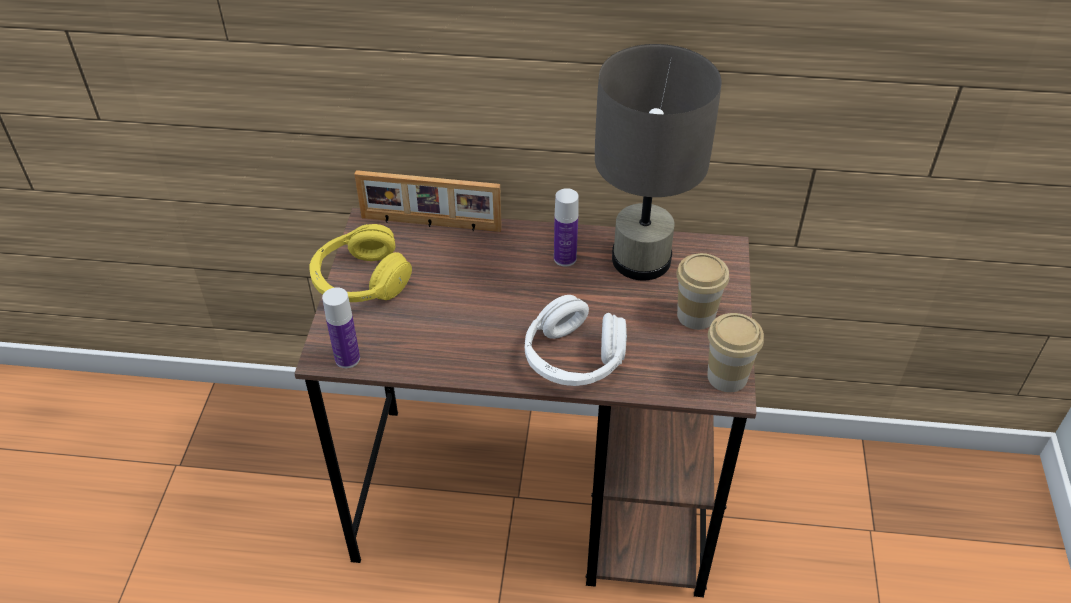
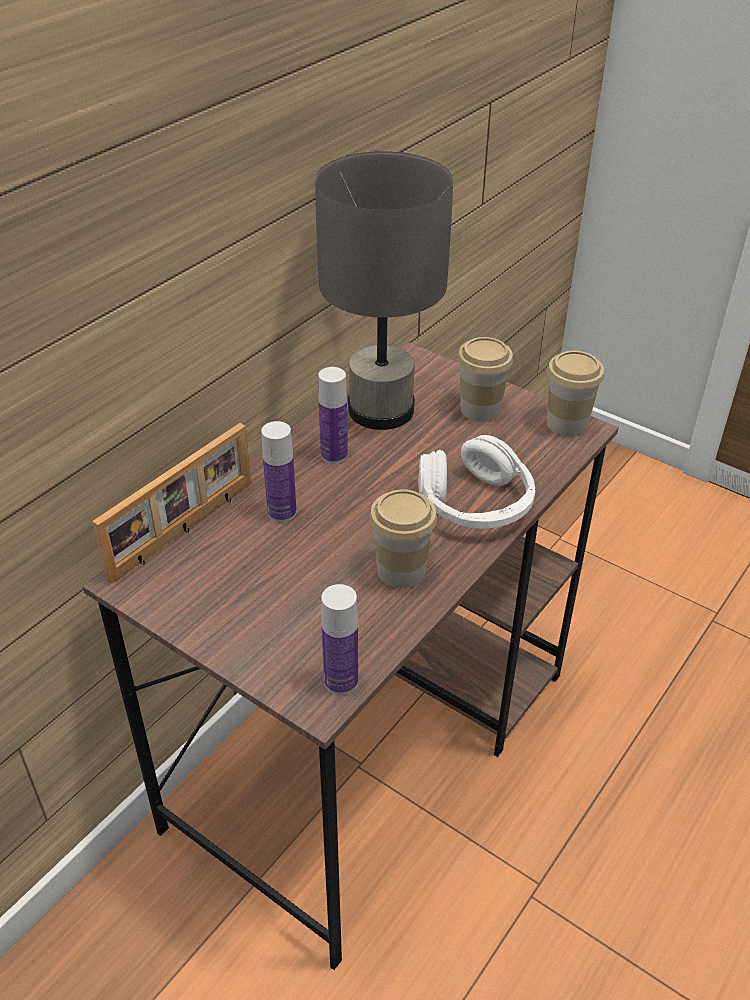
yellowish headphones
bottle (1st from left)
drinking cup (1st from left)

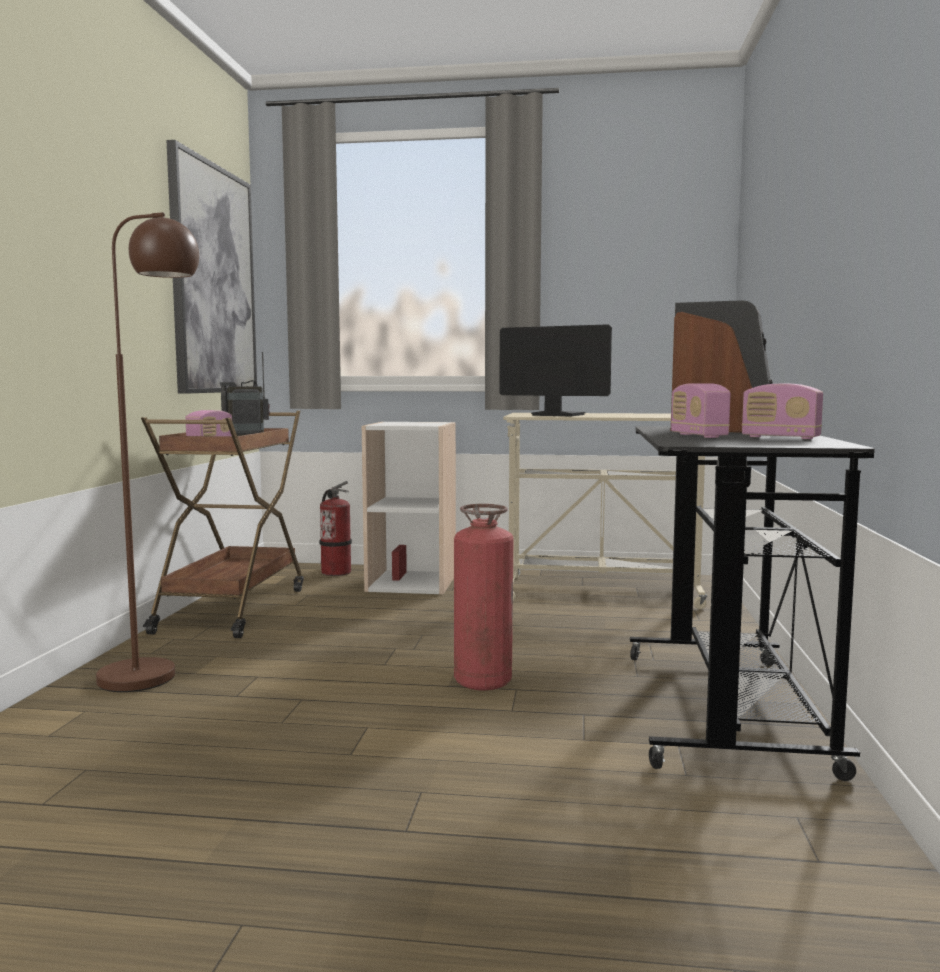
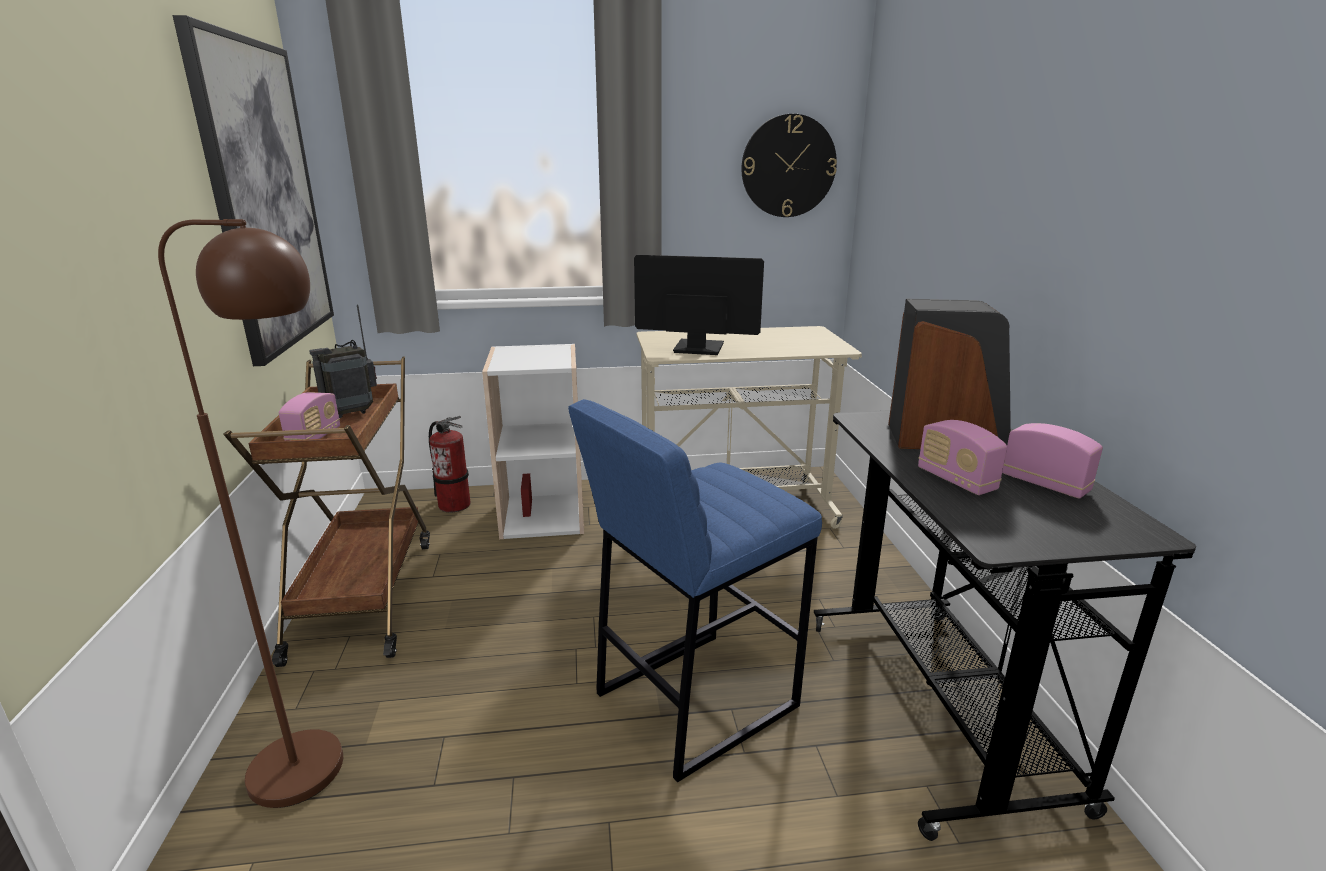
wall clock
blue-coloured sitting stool
radio receiver (4th from left)

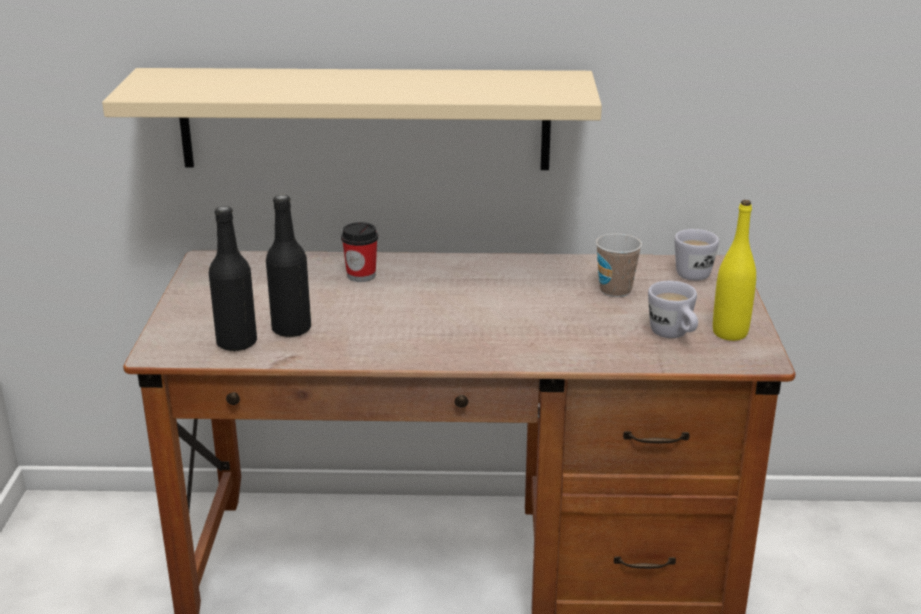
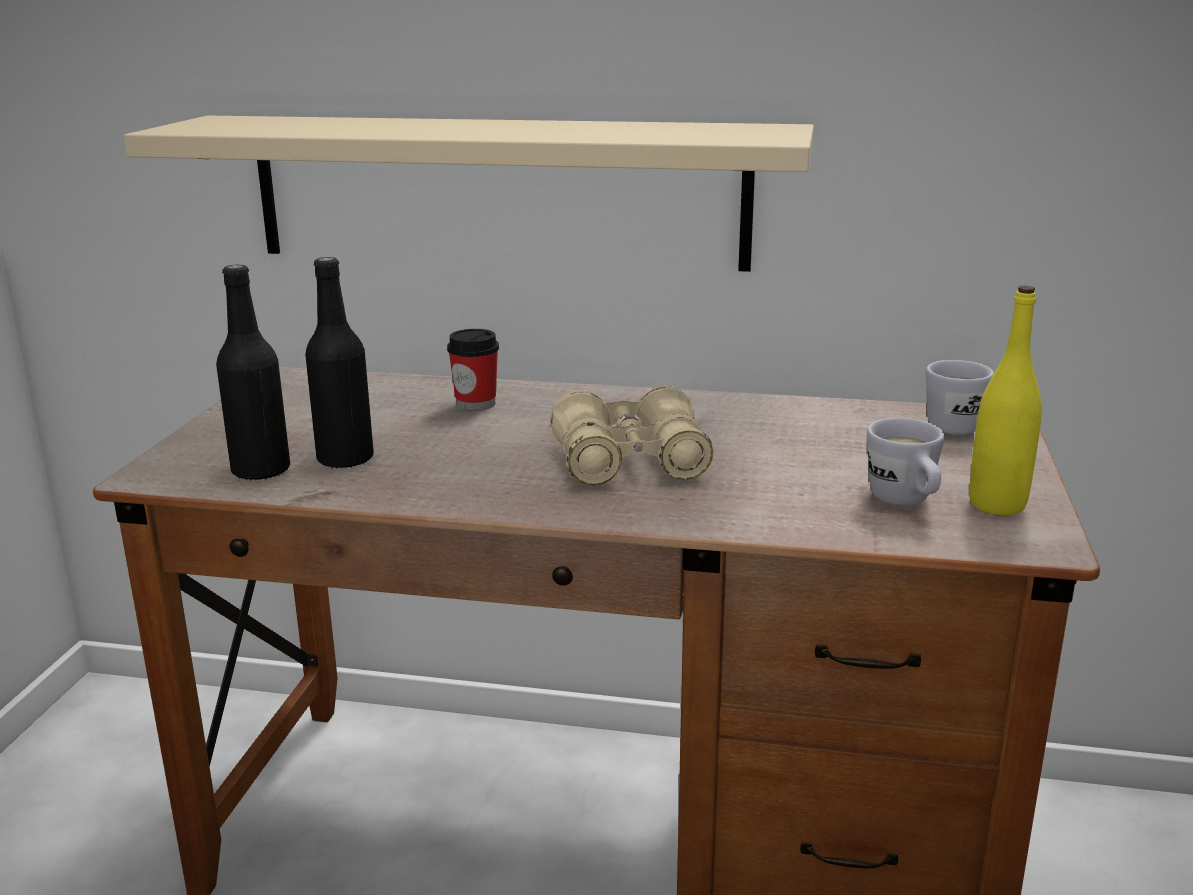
drinking cup (2nd from left in the first image)
beige-coloured field glasses

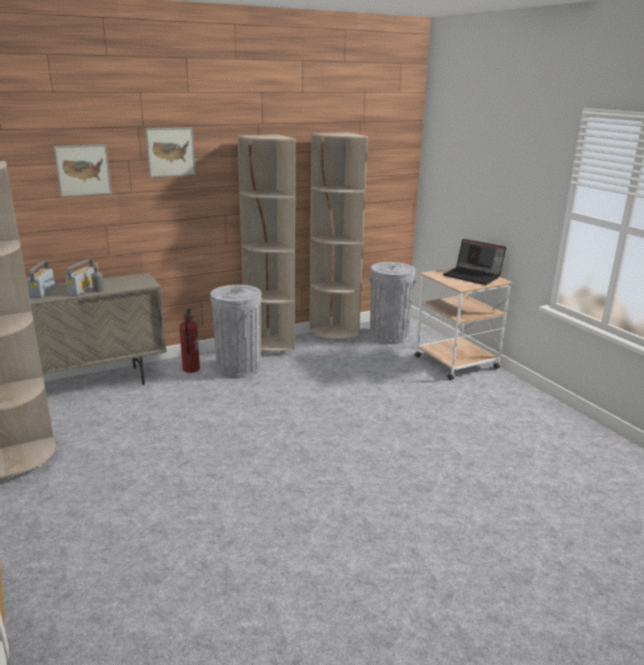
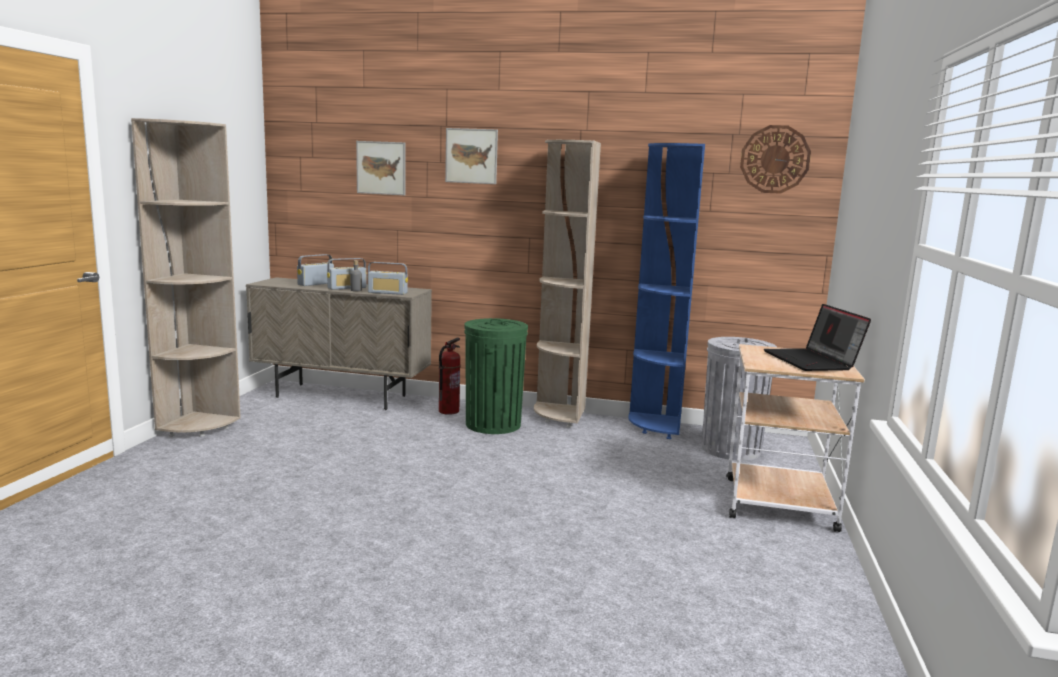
radio receiver (3rd from left)
wall clock
greenish rubbish bin
blue-coloured bookcase

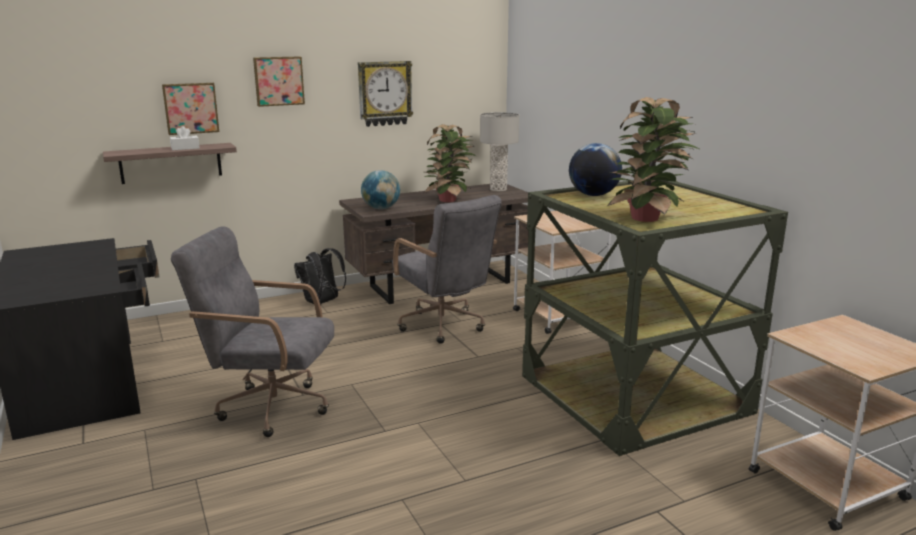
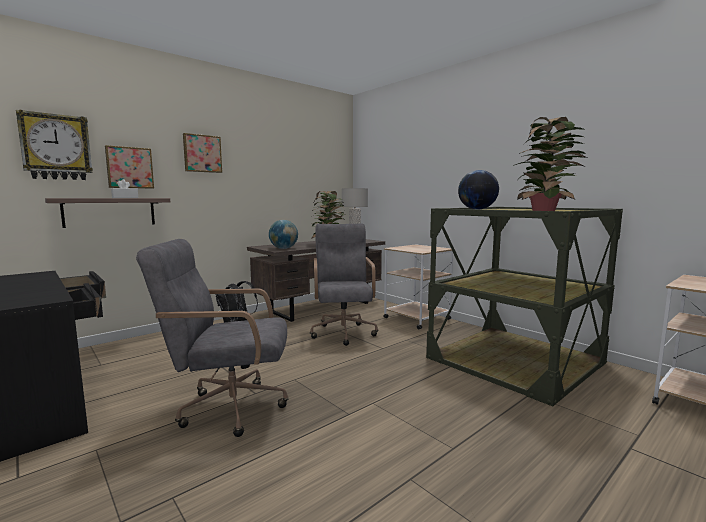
wall clock
gray office chair (2nd from left)

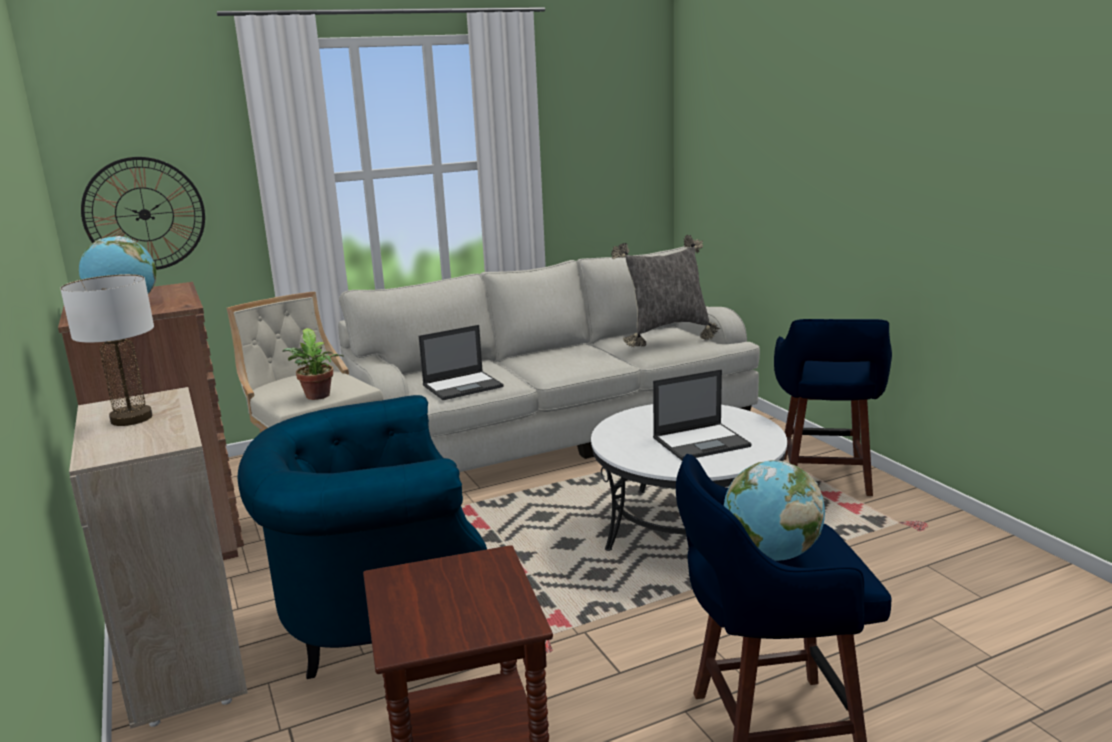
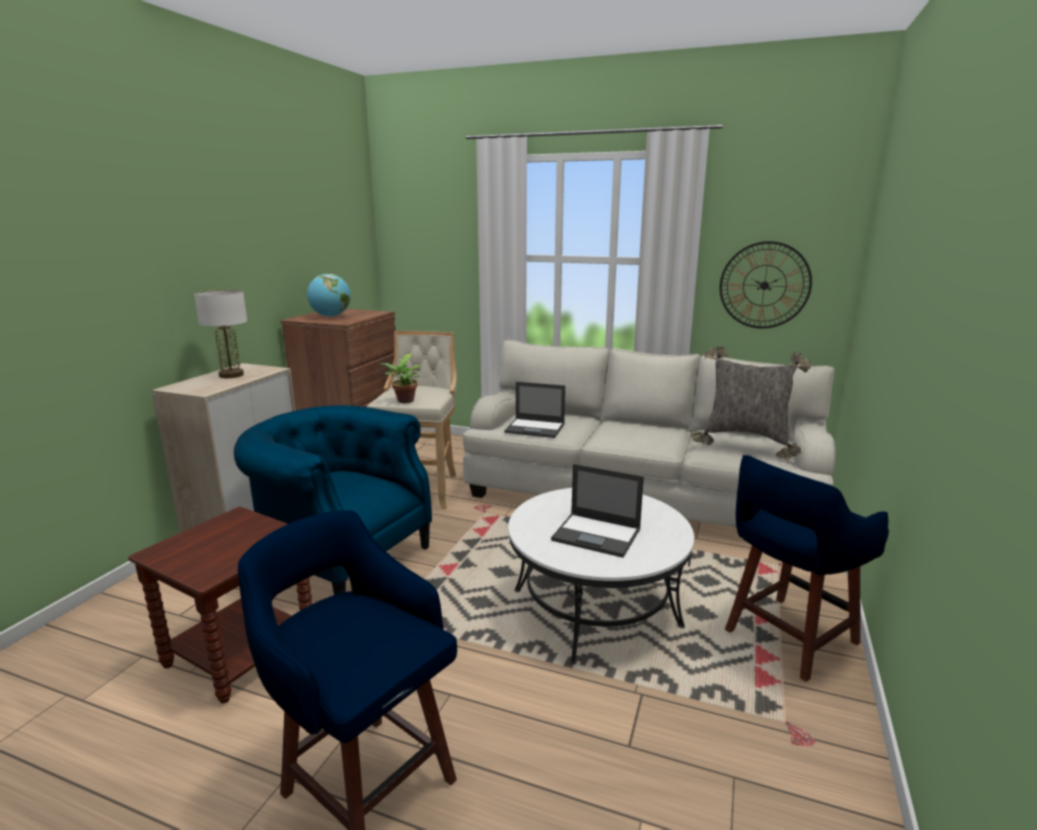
globe (2nd from left in the first image)
wall clock

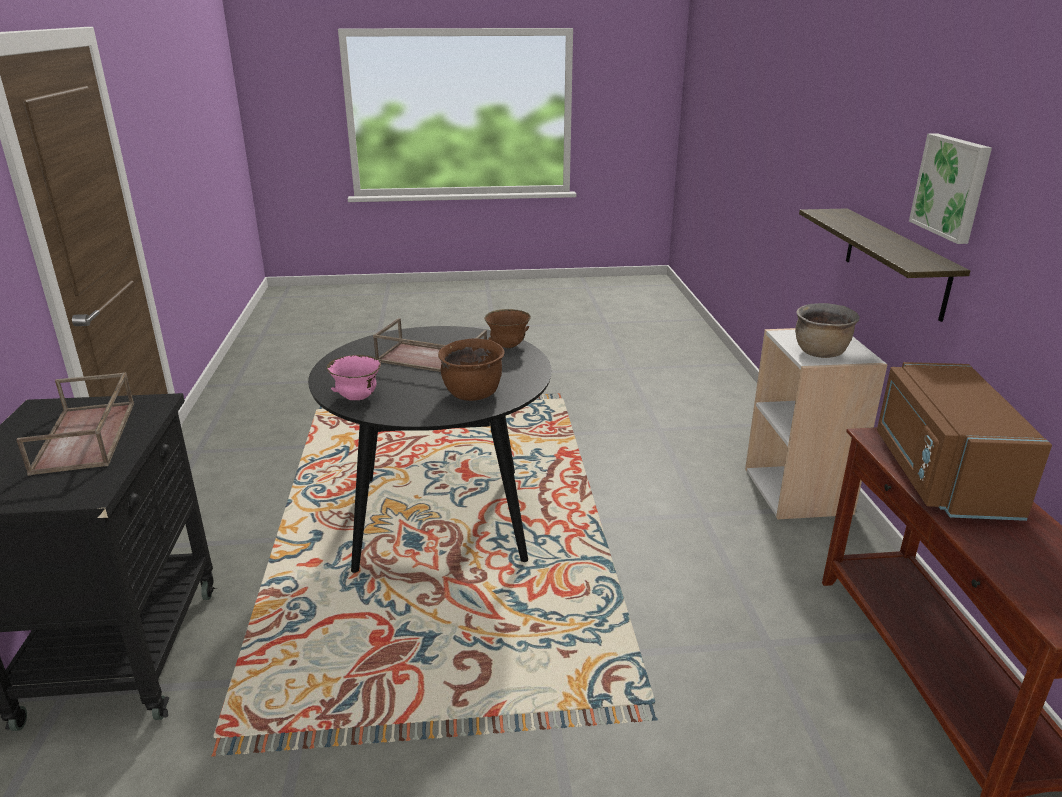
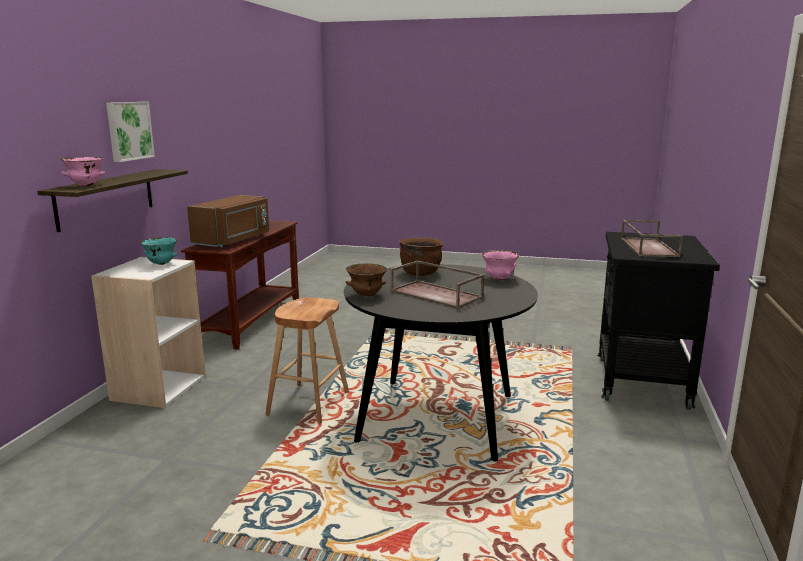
pinkish serving bowl (1st from left)
brownish sitting stool
turquoise-coloured serving bowl

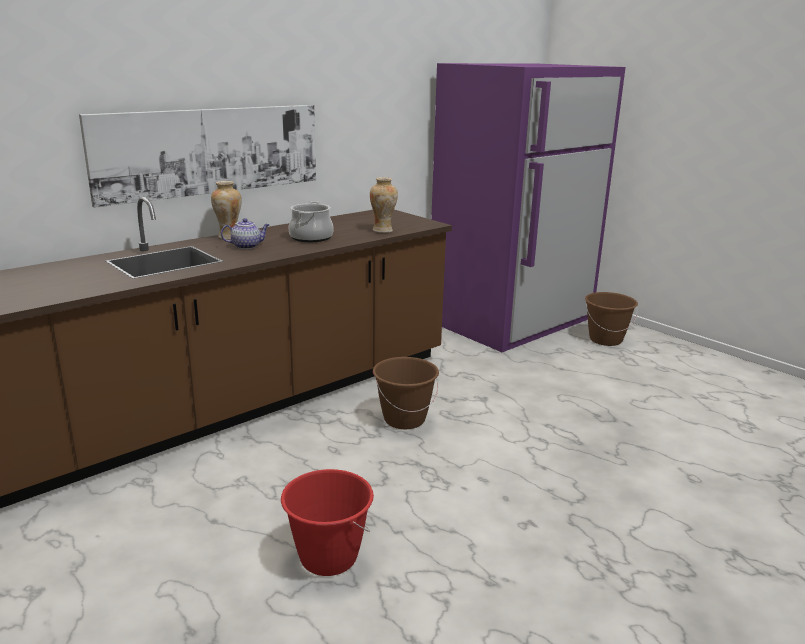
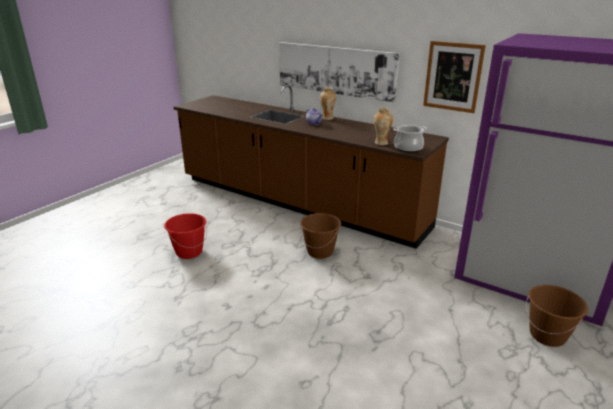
wall art (2nd from left)
saucepot

